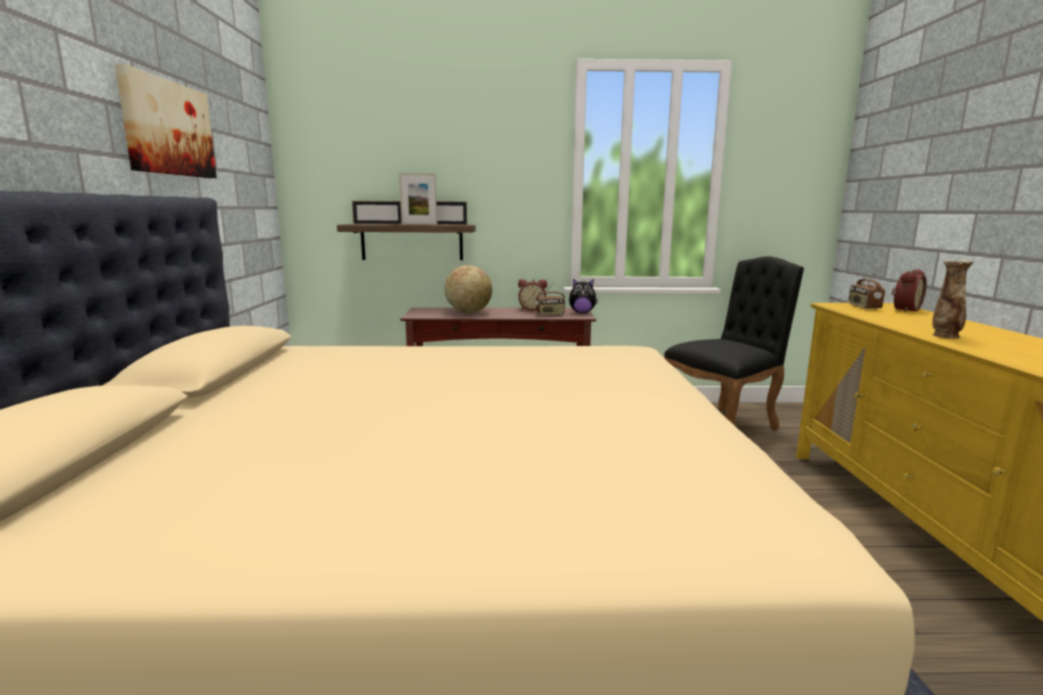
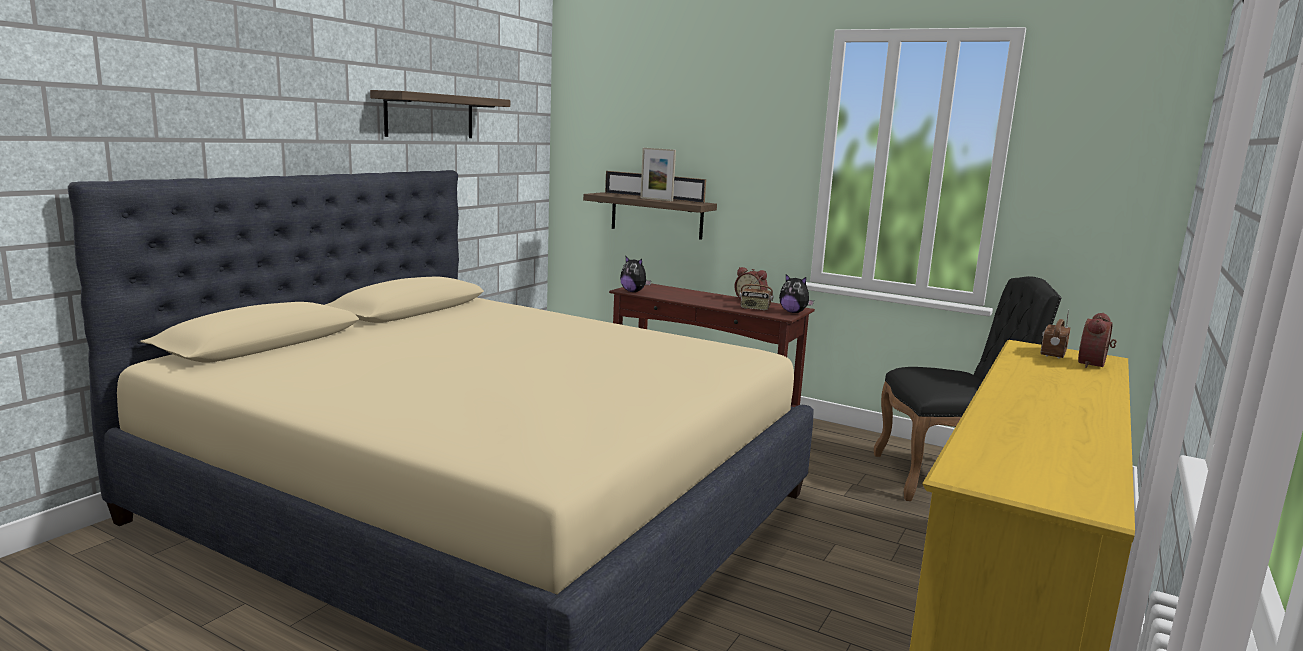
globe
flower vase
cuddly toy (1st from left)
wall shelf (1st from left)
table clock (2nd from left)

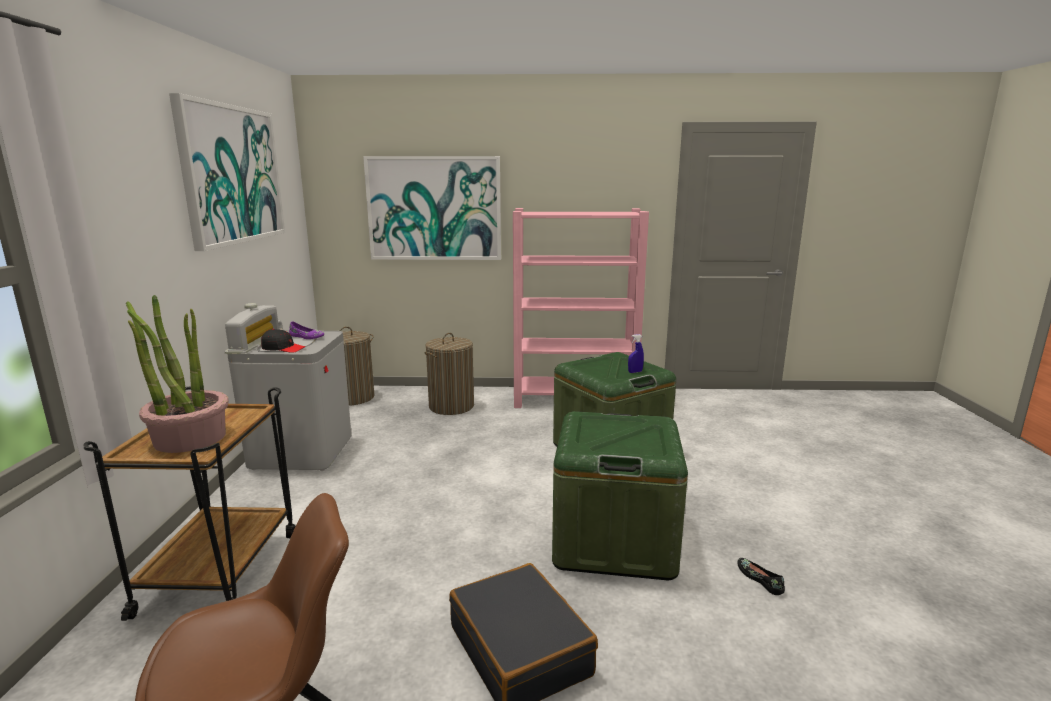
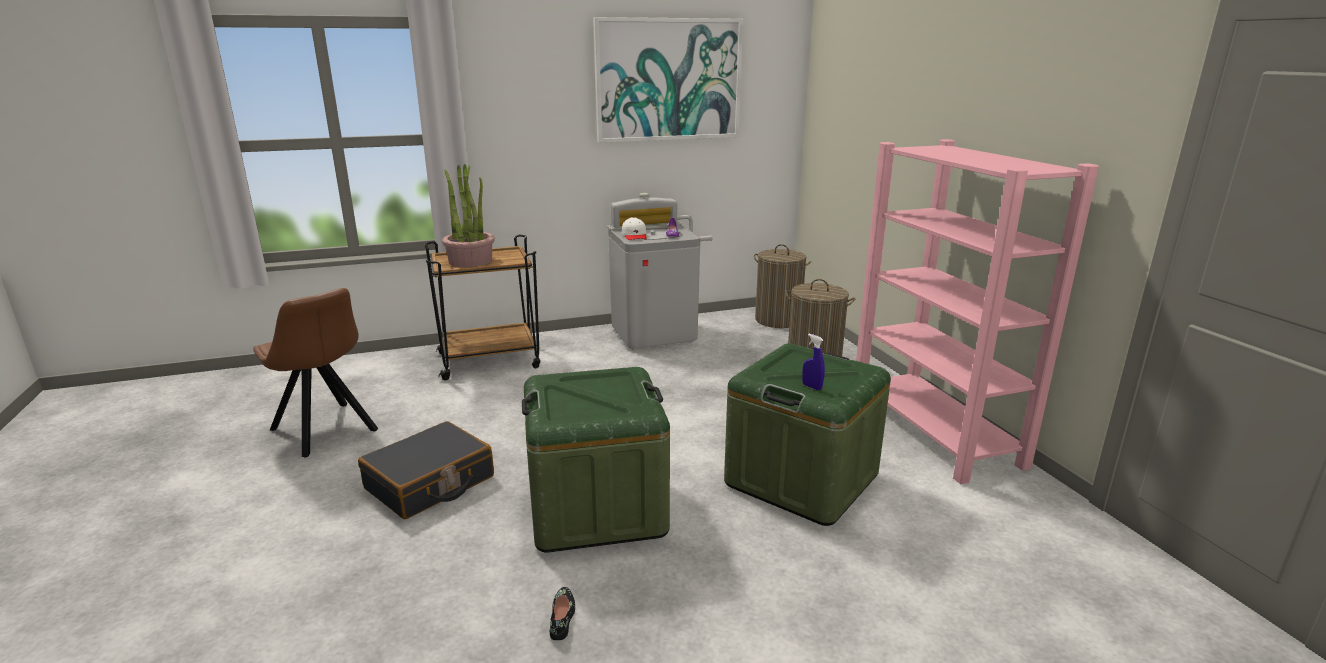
wall art (2nd from left in the first image)
whitish baseball cap
black low shoe

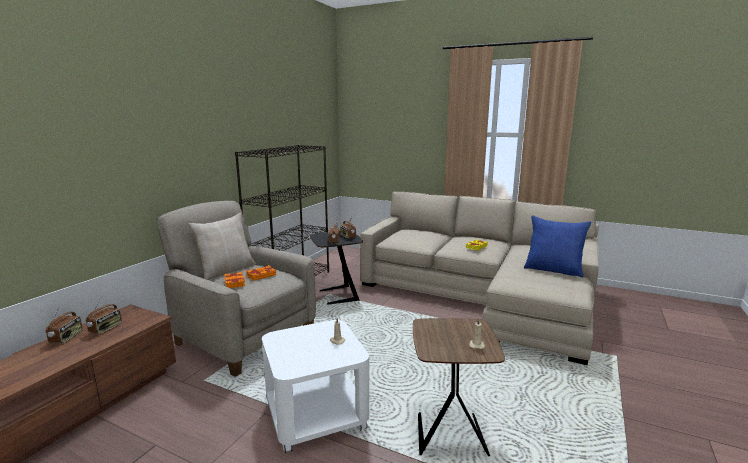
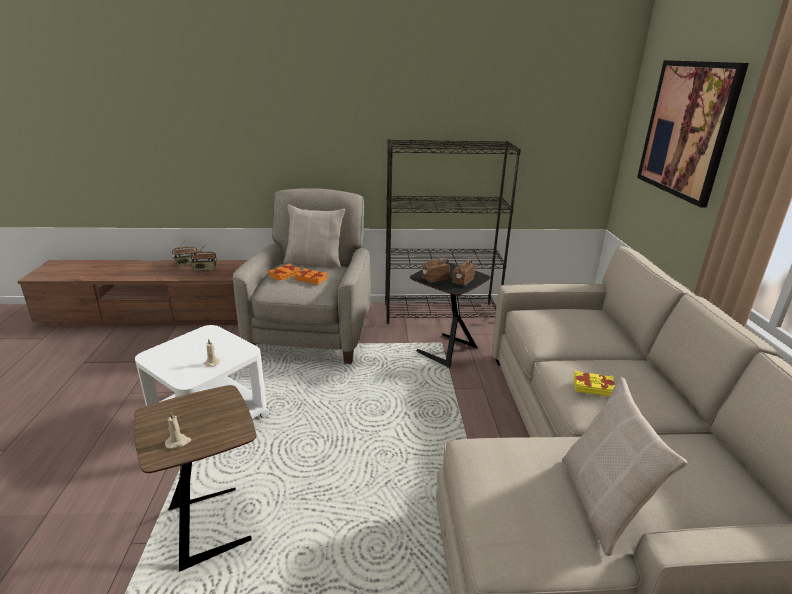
wall art
beige-coloured throw pillow (2nd from left)

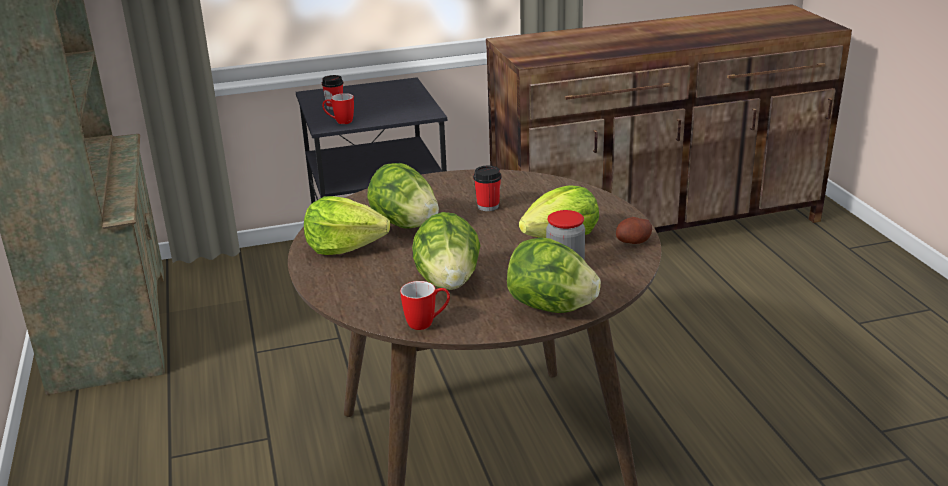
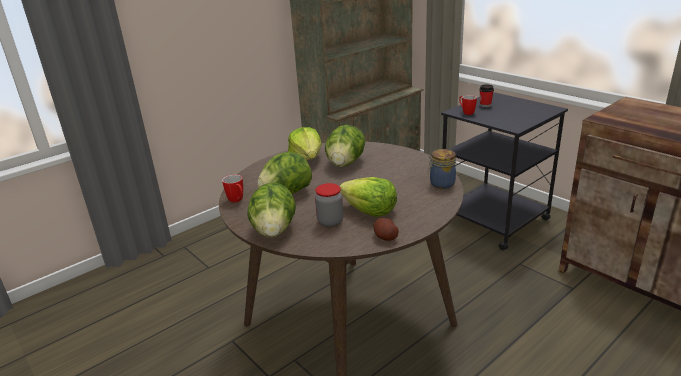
drinking cup (2nd from left in the first image)
jar (2nd from left)

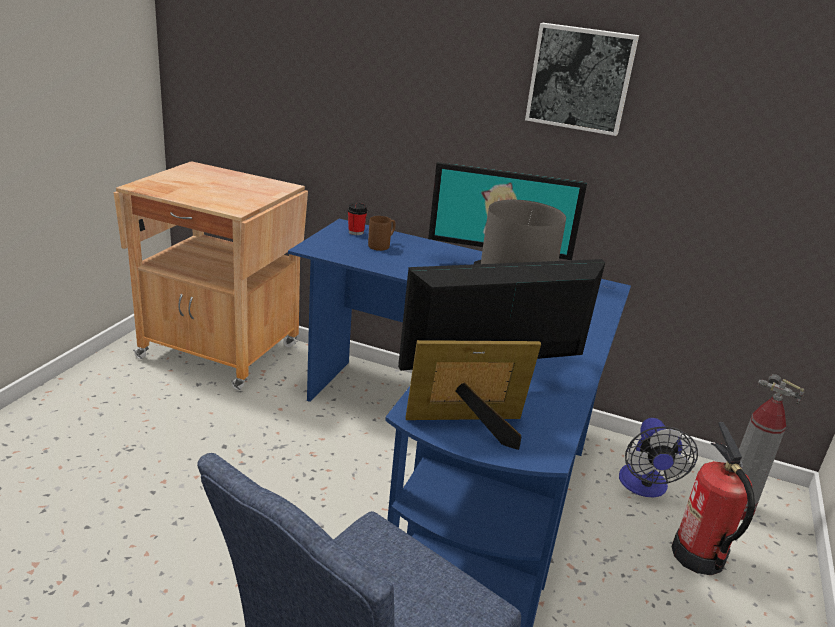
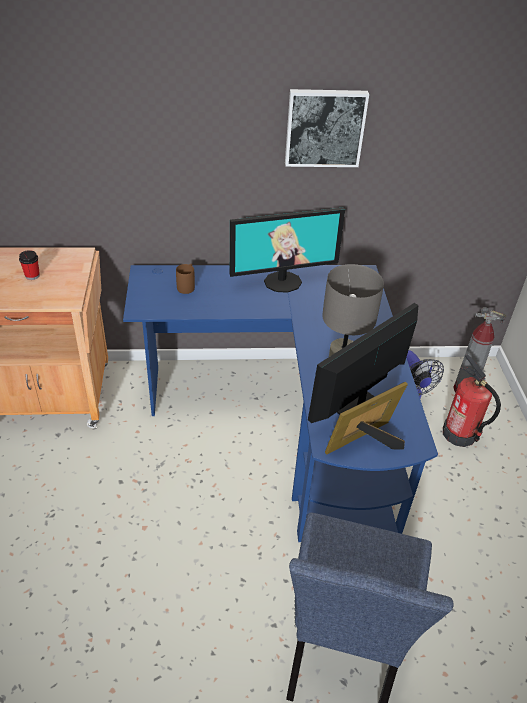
drinking cup

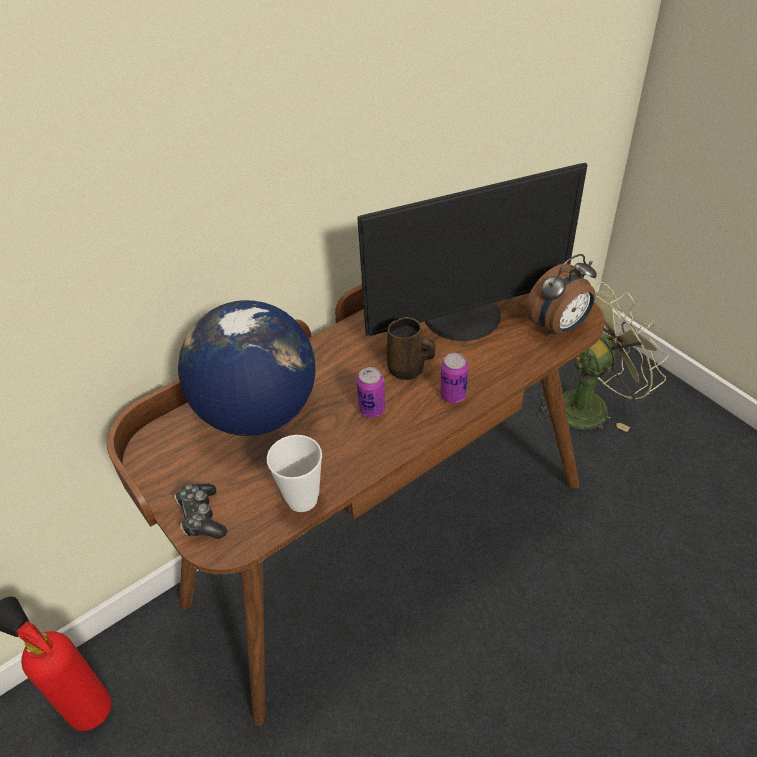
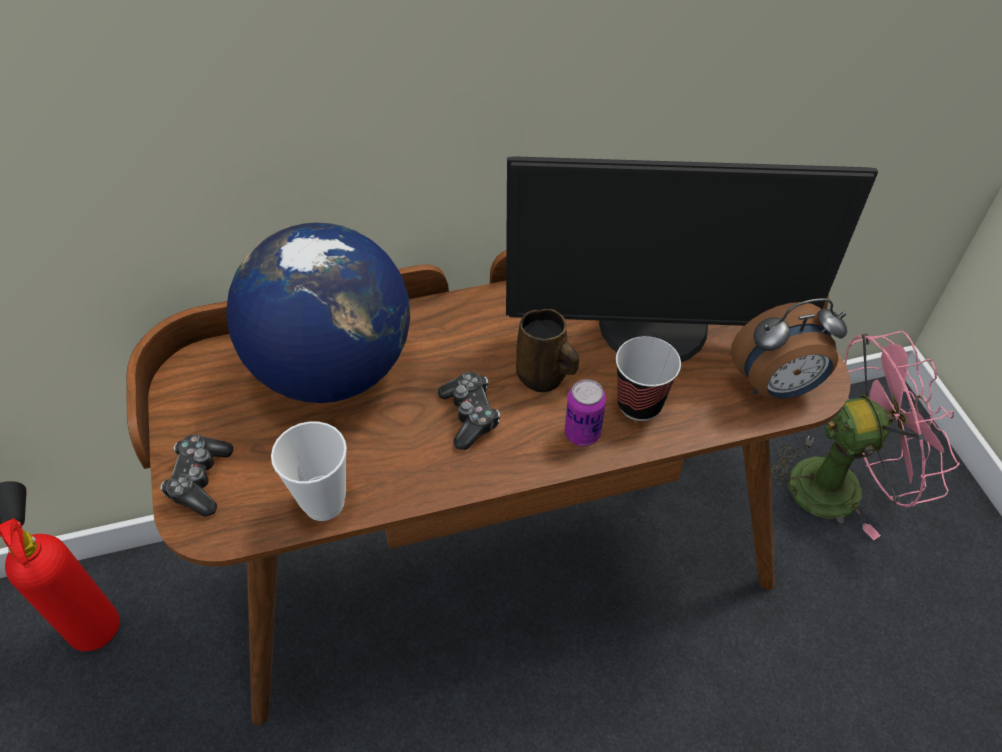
drinking cup (2nd from left)
game controller (2nd from left)
pinkish fan

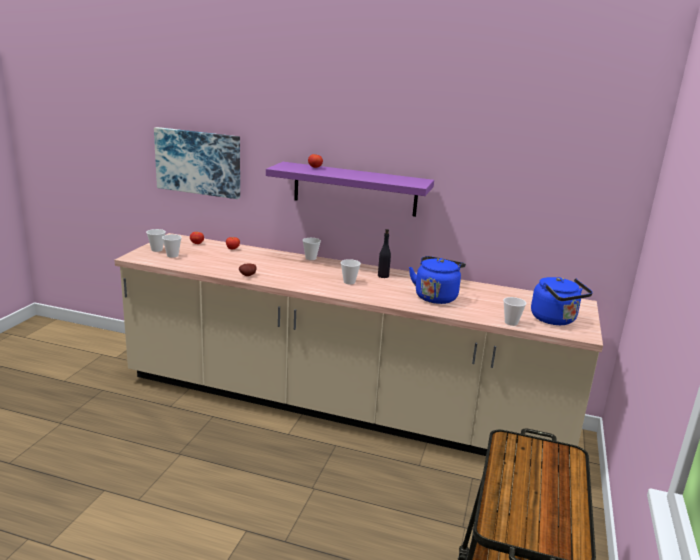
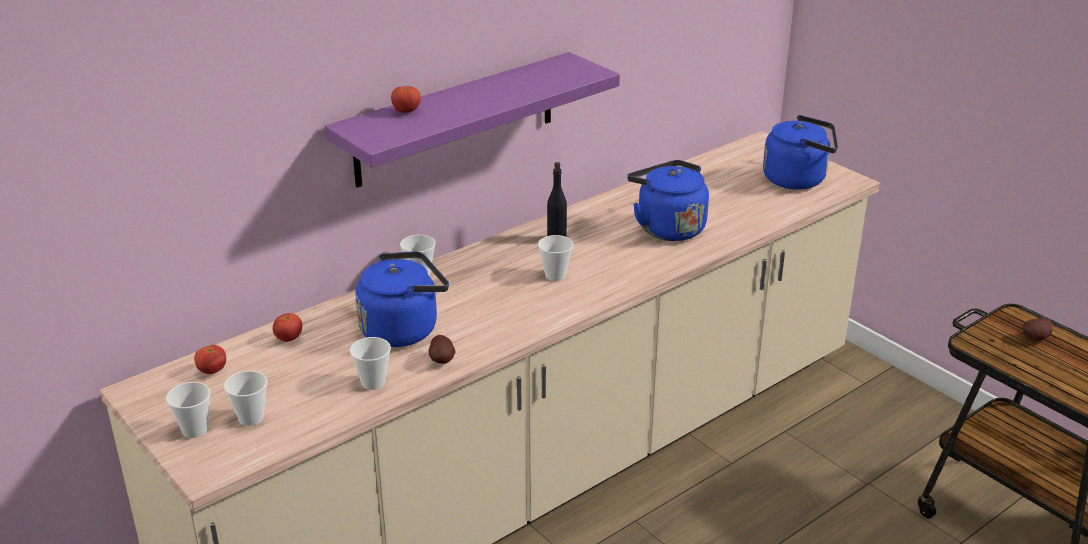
wall art
blue-coloured water kettle (1st from left)
whole potato (2nd from left)
drinking cup (3rd from left)

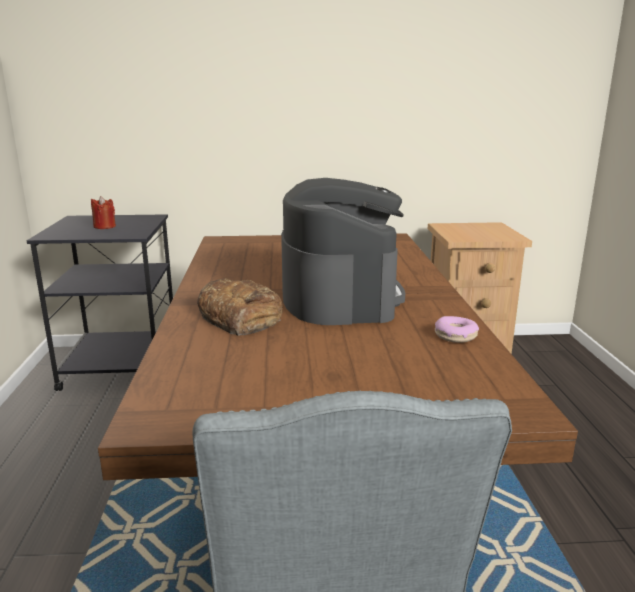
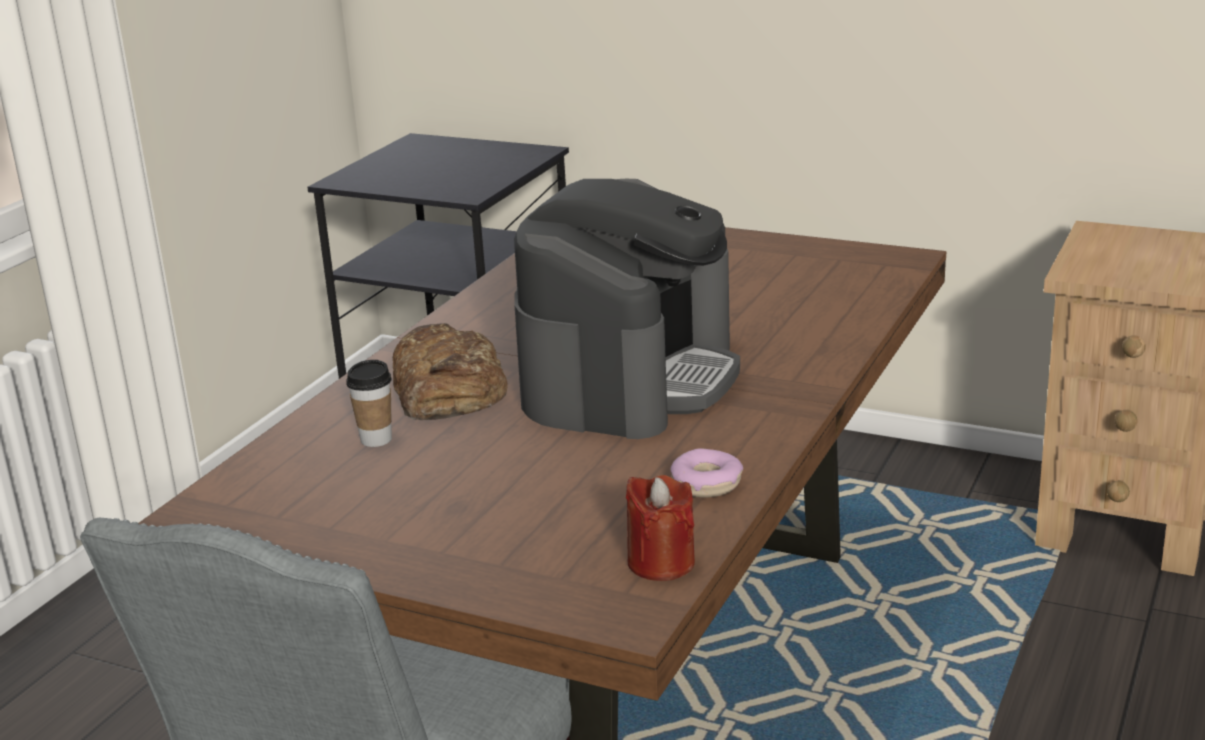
drinking cup
reddish candle

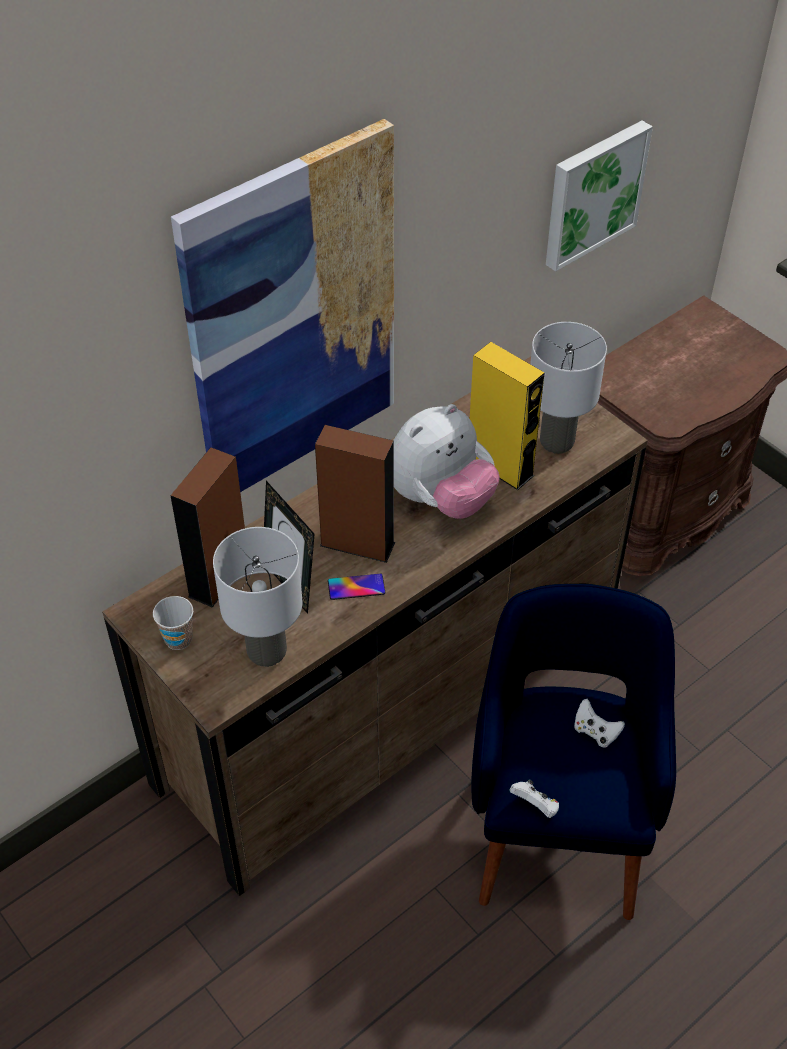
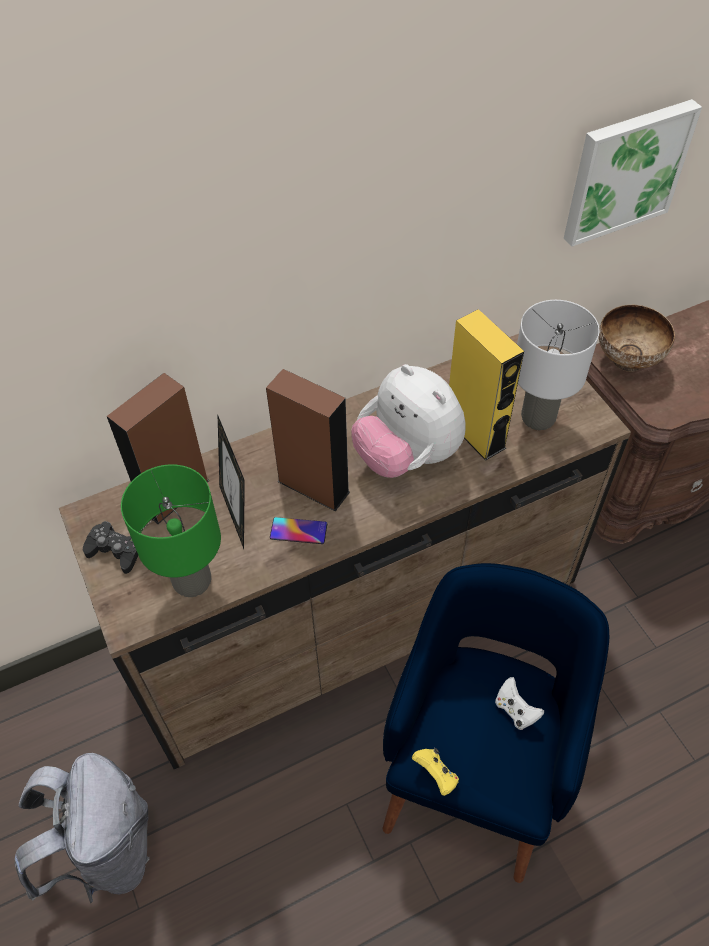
wall art (1st from left in the first image)
gray backpack
serving bowl
black game controller
greenish table lamp
yellowish game controller
cuddly toy

